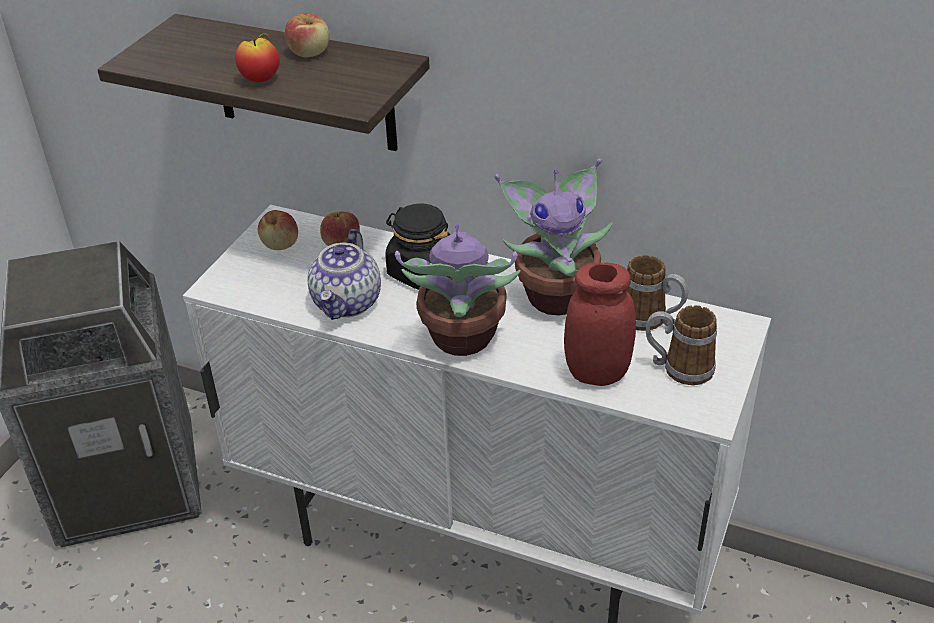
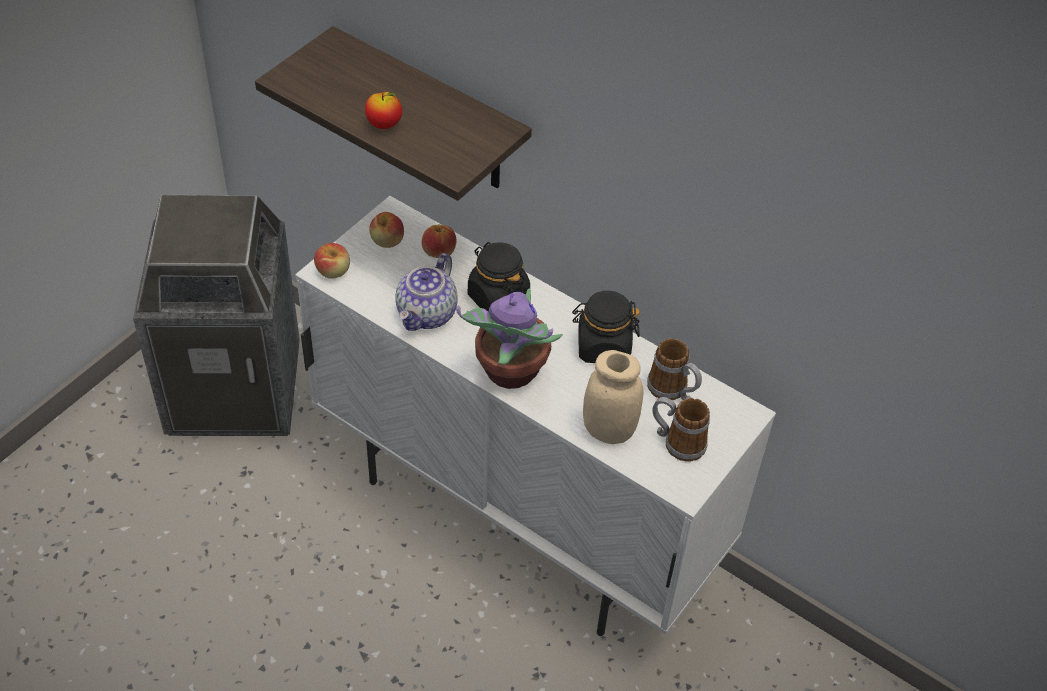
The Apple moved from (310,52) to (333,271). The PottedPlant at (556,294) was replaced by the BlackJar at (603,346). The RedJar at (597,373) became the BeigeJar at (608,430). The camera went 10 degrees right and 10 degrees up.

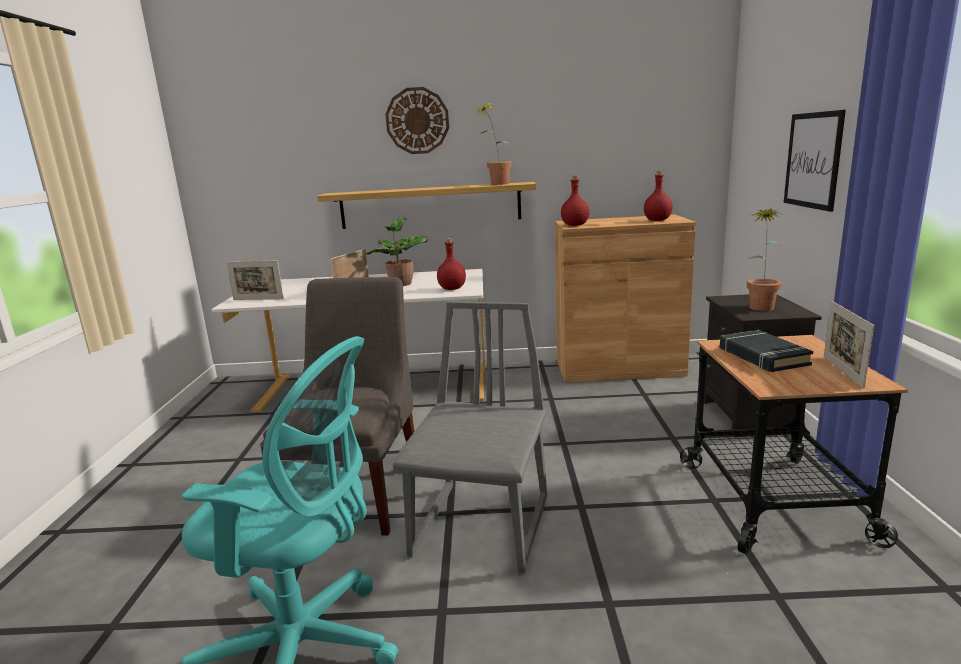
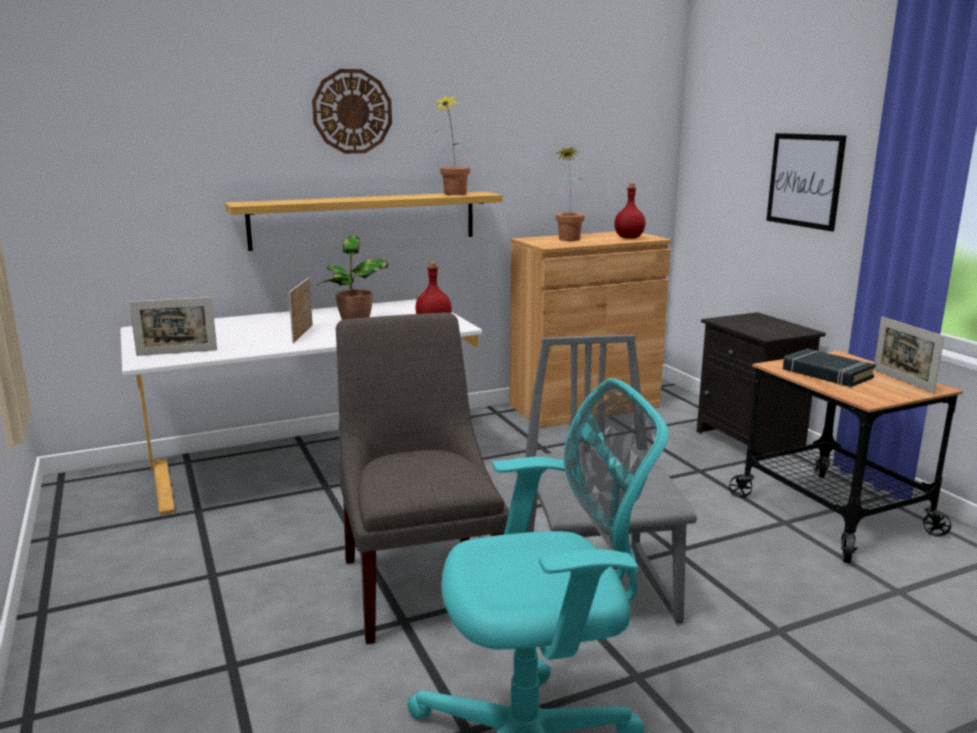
The RedBottle at (575,225) disappeared. The PottedPlant moved from (760,305) to (568,238). The camera went 25 degrees left and 0 degrees up.

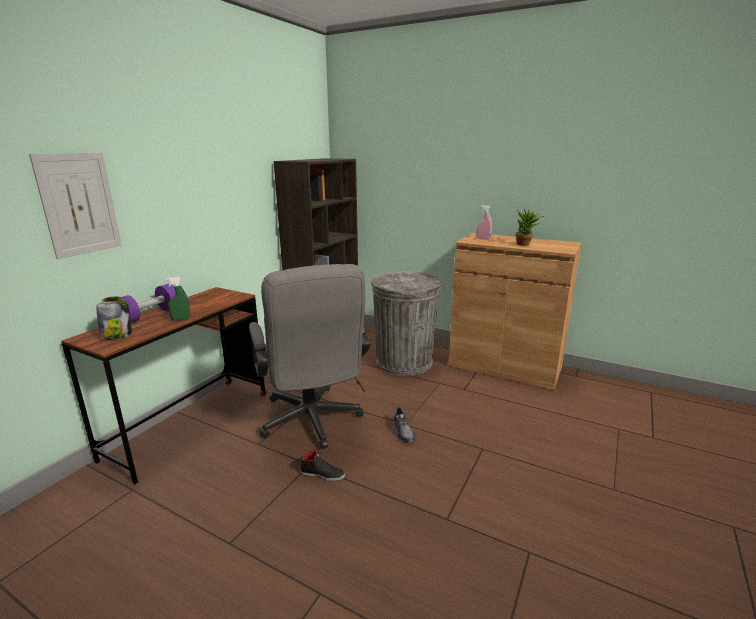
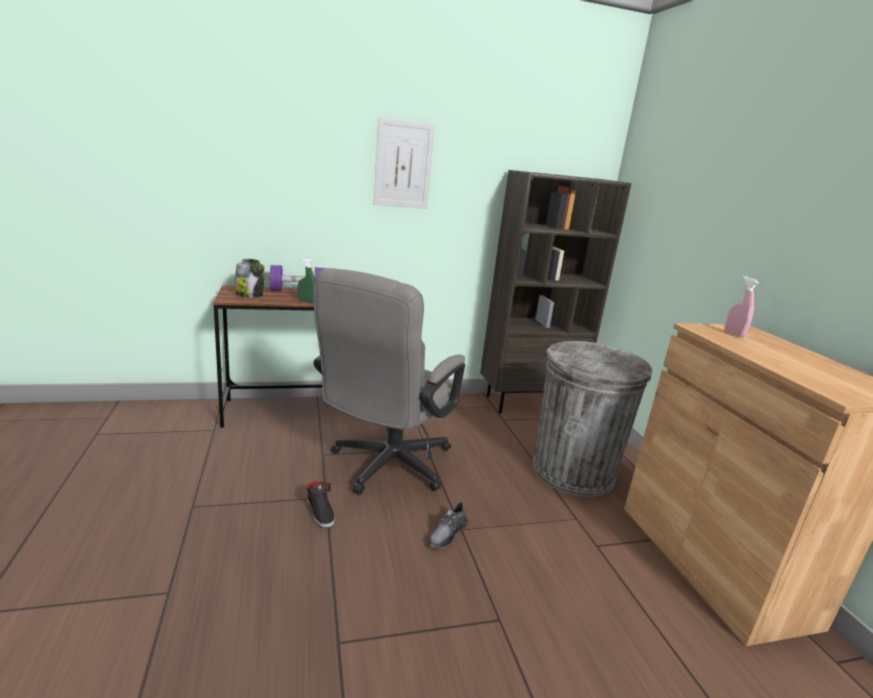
The Picture moved from (79,204) to (403,164). The PottedPlant at (525,244) disappeared. The camera went 45 degrees right and 0 degrees up.

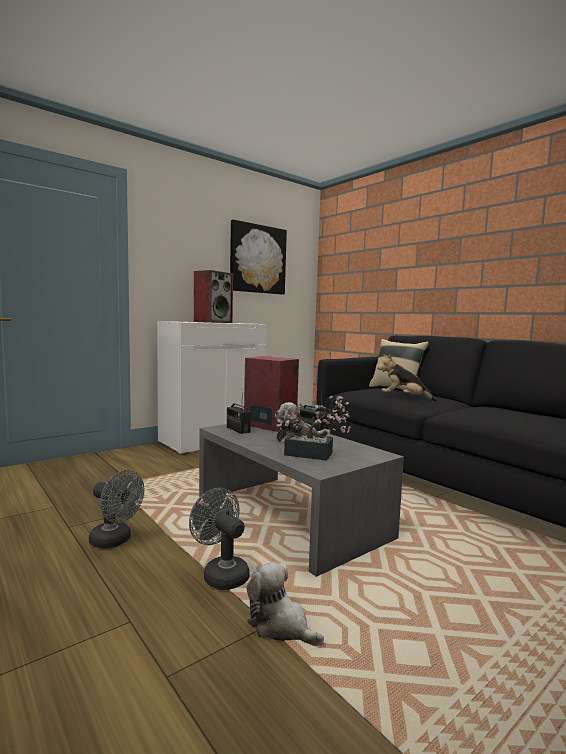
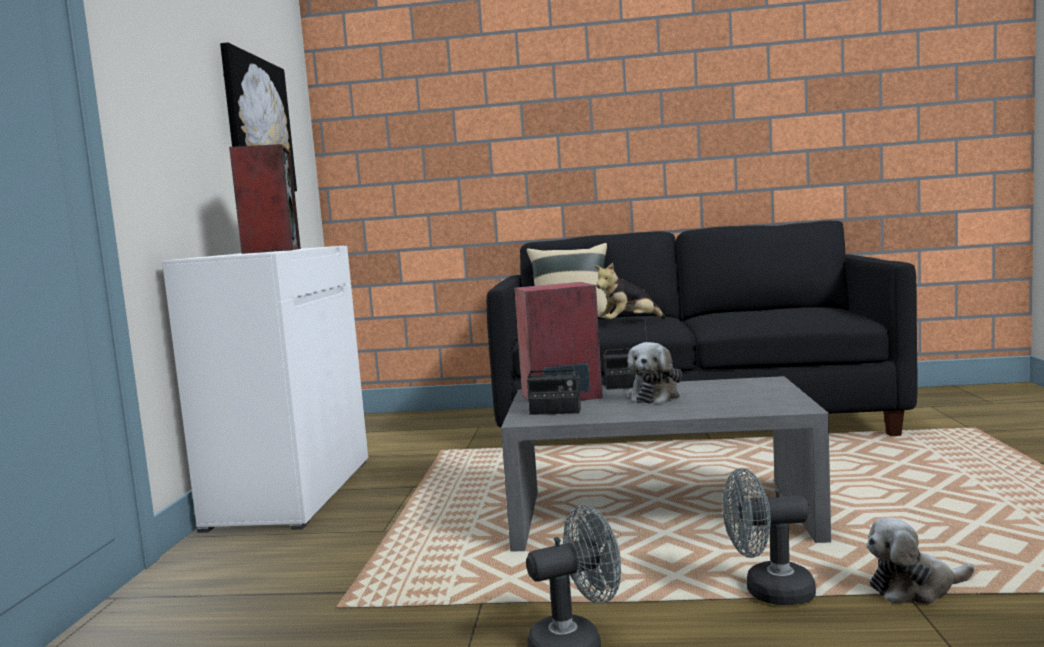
The PottedPlant at (314,454) disappeared. The camera went 45 degrees left and 0 degrees up.

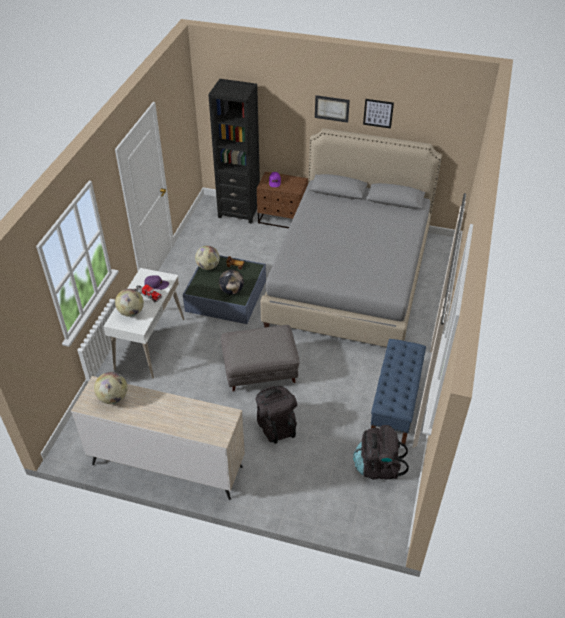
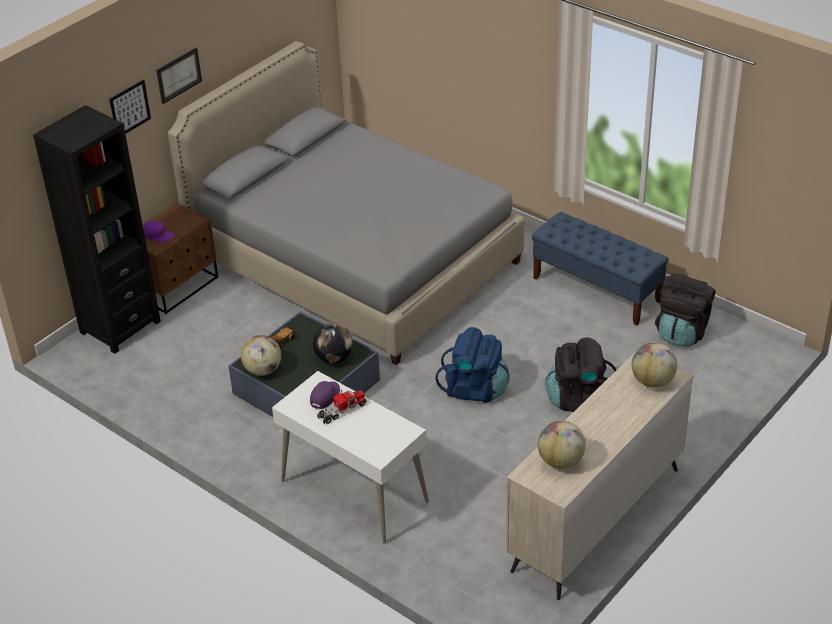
The Globe moved from (131,312) to (652,381). The GreyOttoman at (260,370) was replaced by the BlueBackpack at (475,389). The Picture moved from (378,113) to (129,108). The camera went 65 degrees left and 5 degrees down.

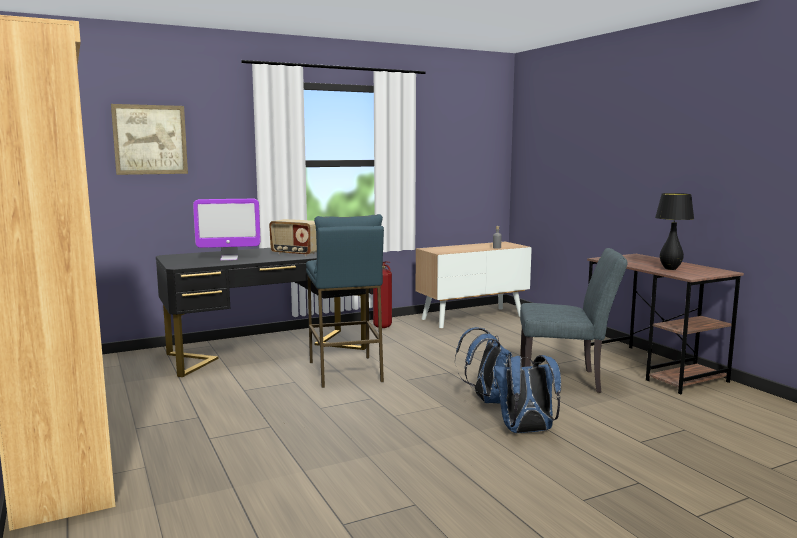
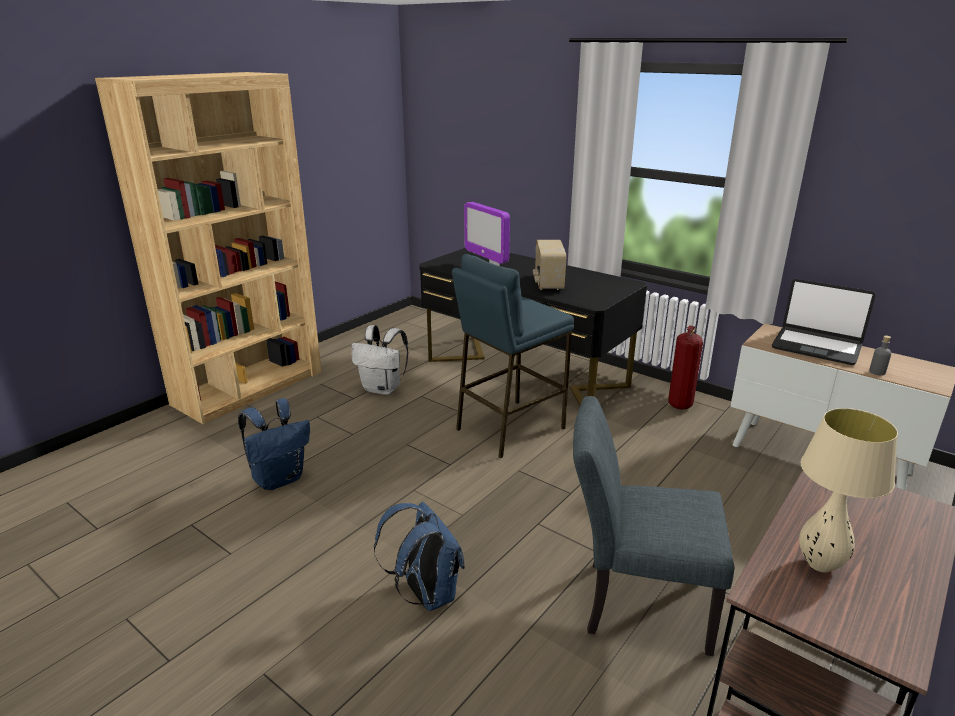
The Picture at (150,139) disappeared. The BlueBackpack moved from (487,400) to (279,478). The GreyChair at (566,380) turned 120 degrees clockwise. The BlackTableLamp at (670,269) became the BeigeTableLamp at (820,565). The WhiteBackpack at (383,389) appeared. The Laptop at (816,347) appeared. The camera went 65 degrees right and 15 degrees up.

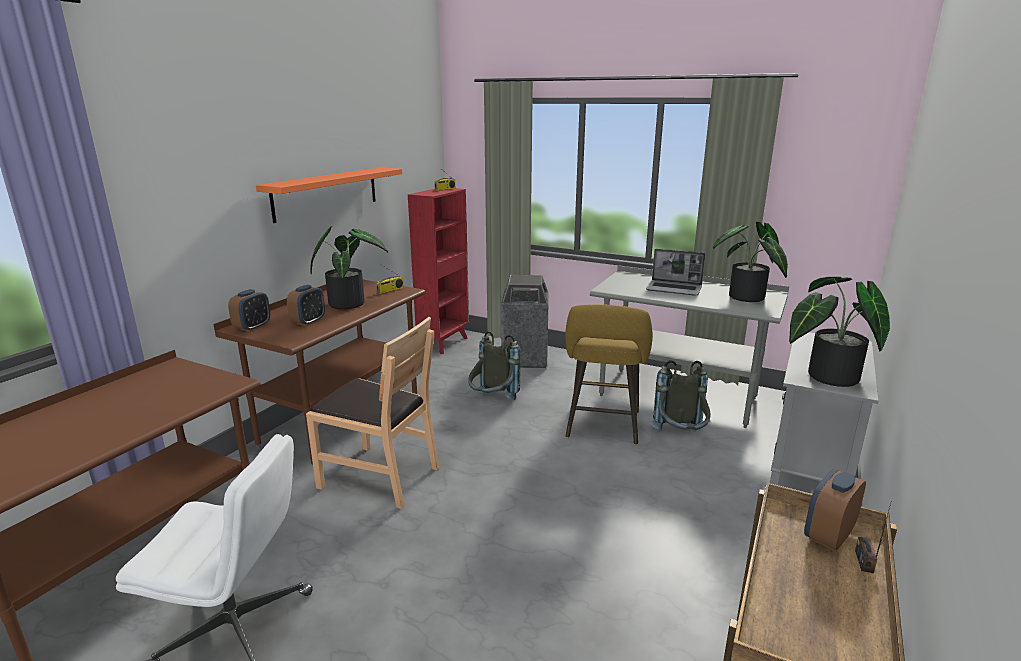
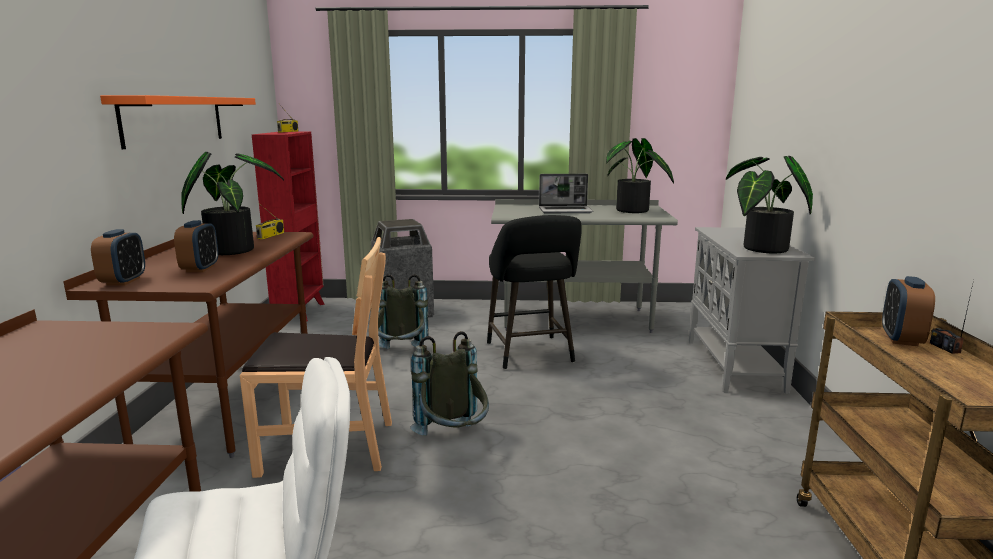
The YellowStool at (602,427) became the BlackStool at (531,355). The GreyBackpack moved from (680,438) to (453,440). The camera went 25 degrees left and 5 degrees down.

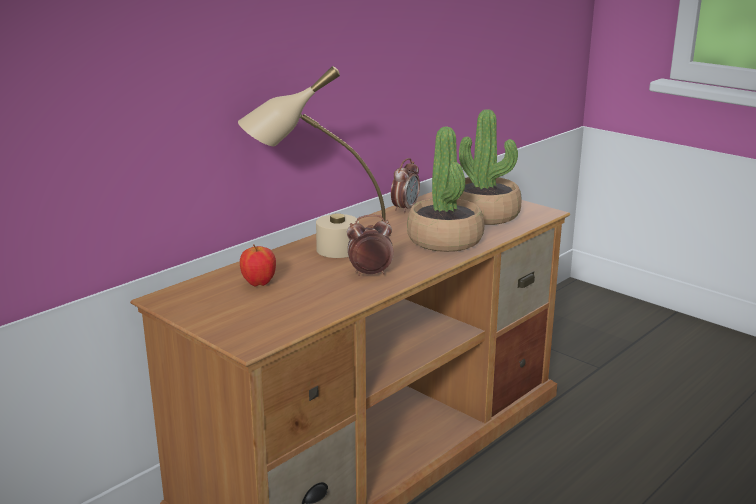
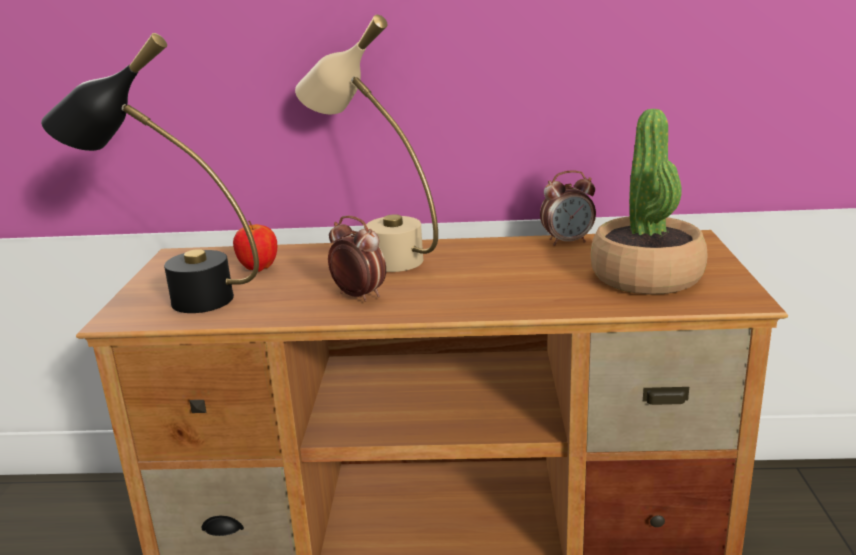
The PottedPlant at (445,240) disappeared. The BlackTableLamp at (175,299) appeared. The camera went 50 degrees right and 0 degrees up.

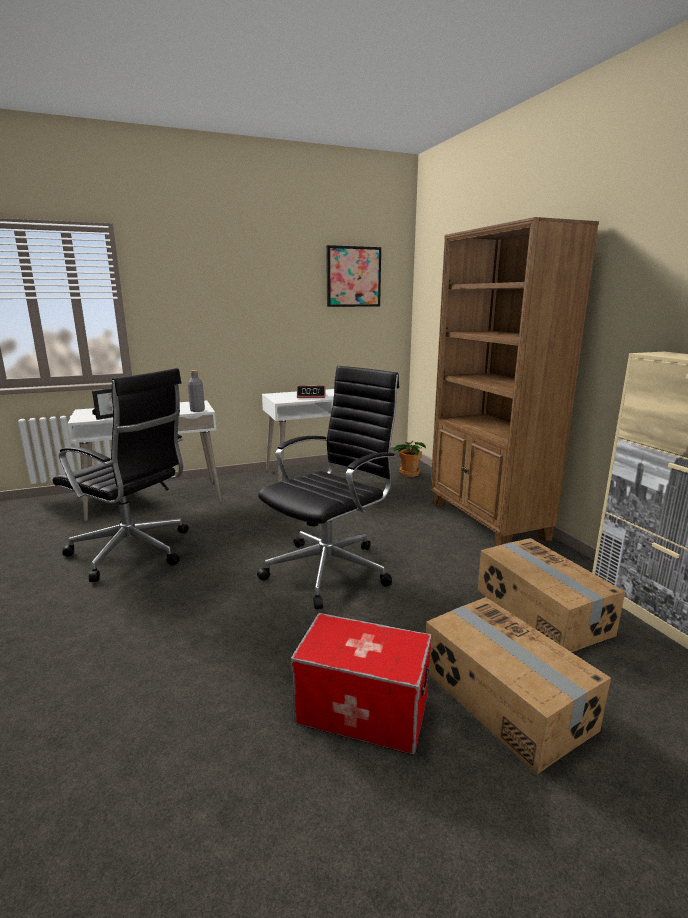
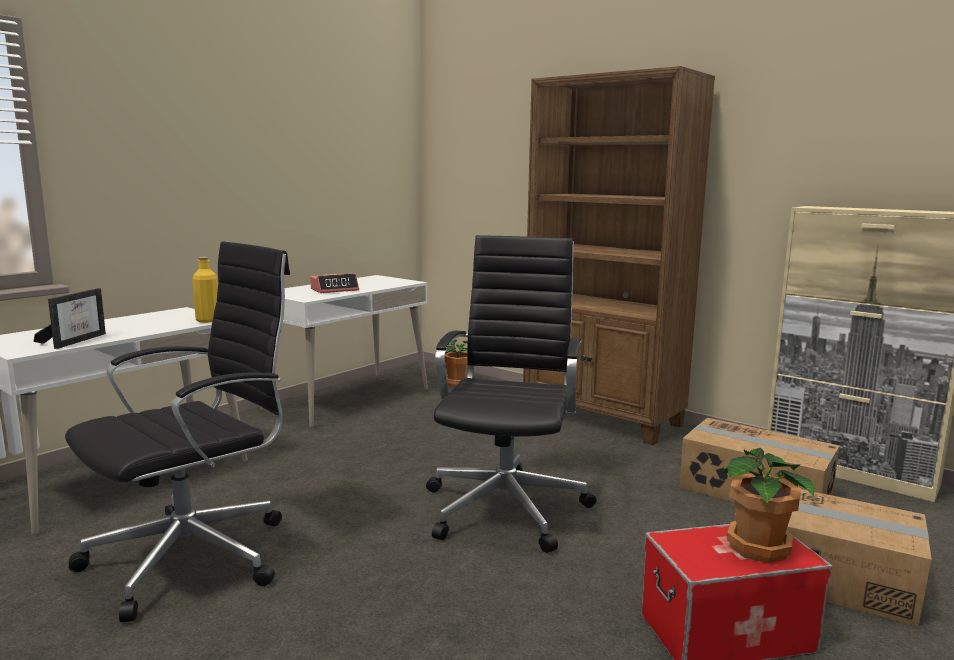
The BlackOfficeChair at (133,552) turned 45 degrees counterclockwise. The GreyBottle at (197,410) became the YellowBottle at (207,320). The Picture at (353,277) disappeared. The PottedPlant at (761,548) appeared. The camera went 30 degrees left and 5 degrees down.

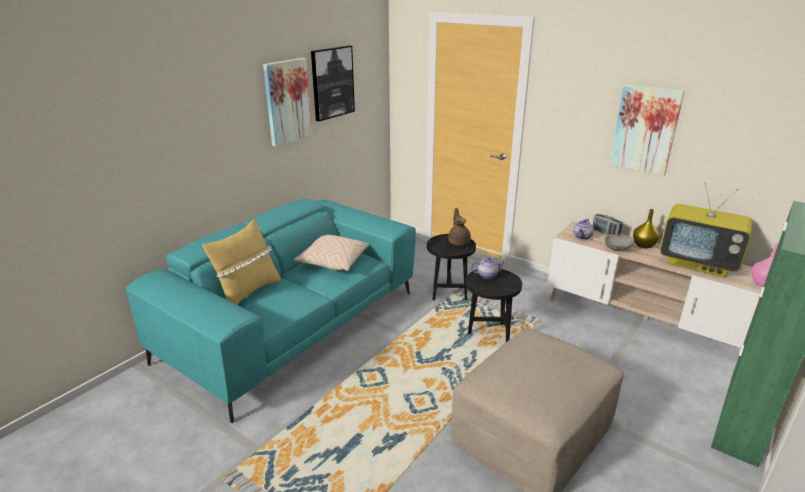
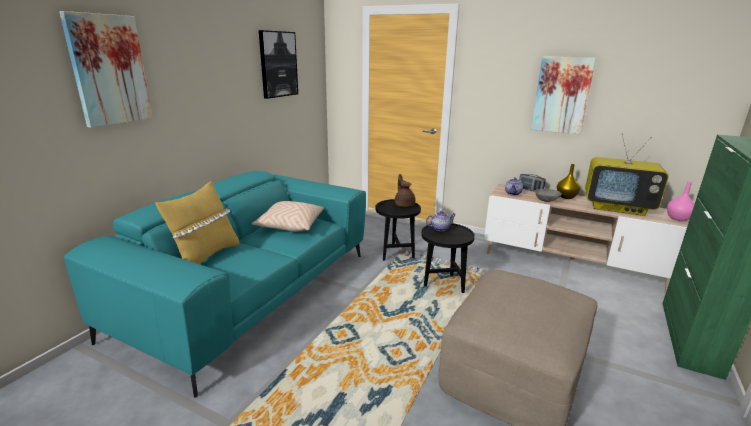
The Picture moved from (287,101) to (109,70). The camera went 10 degrees left and 5 degrees down.

